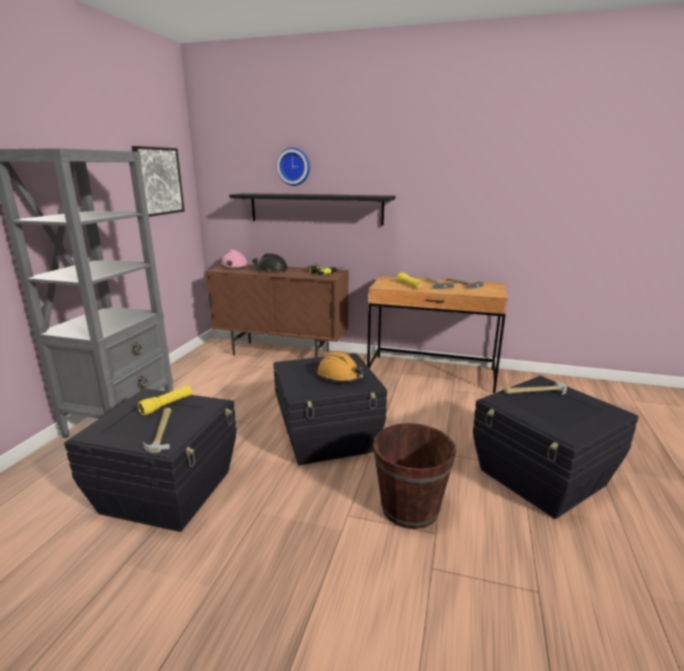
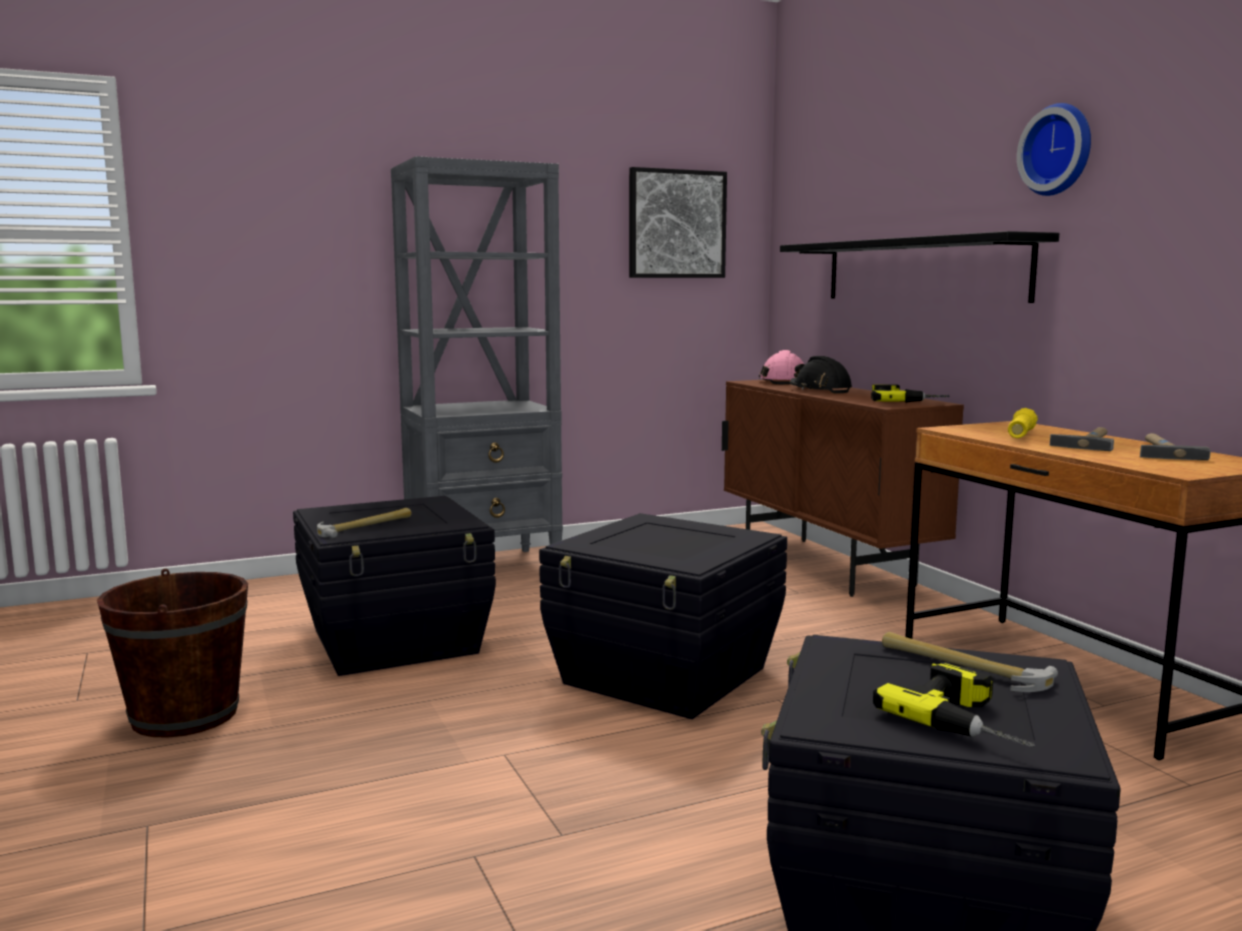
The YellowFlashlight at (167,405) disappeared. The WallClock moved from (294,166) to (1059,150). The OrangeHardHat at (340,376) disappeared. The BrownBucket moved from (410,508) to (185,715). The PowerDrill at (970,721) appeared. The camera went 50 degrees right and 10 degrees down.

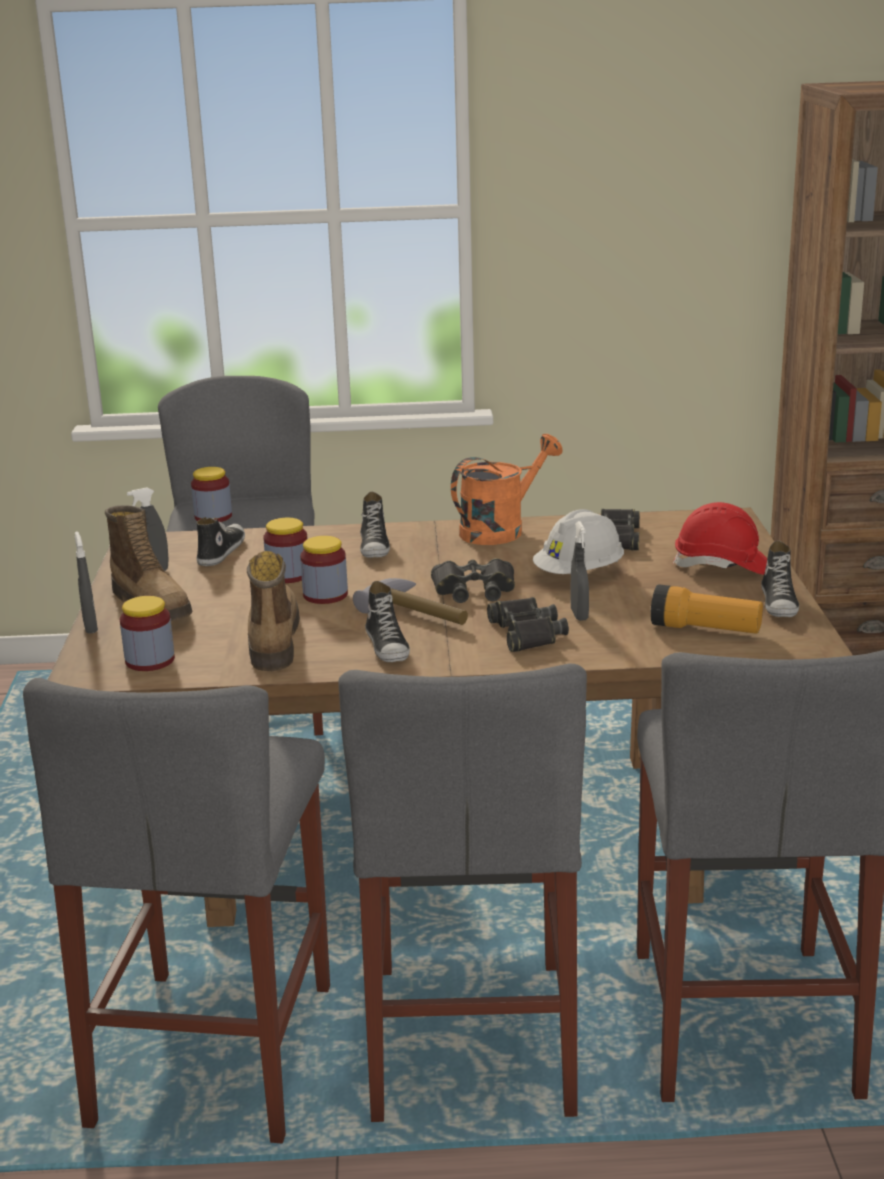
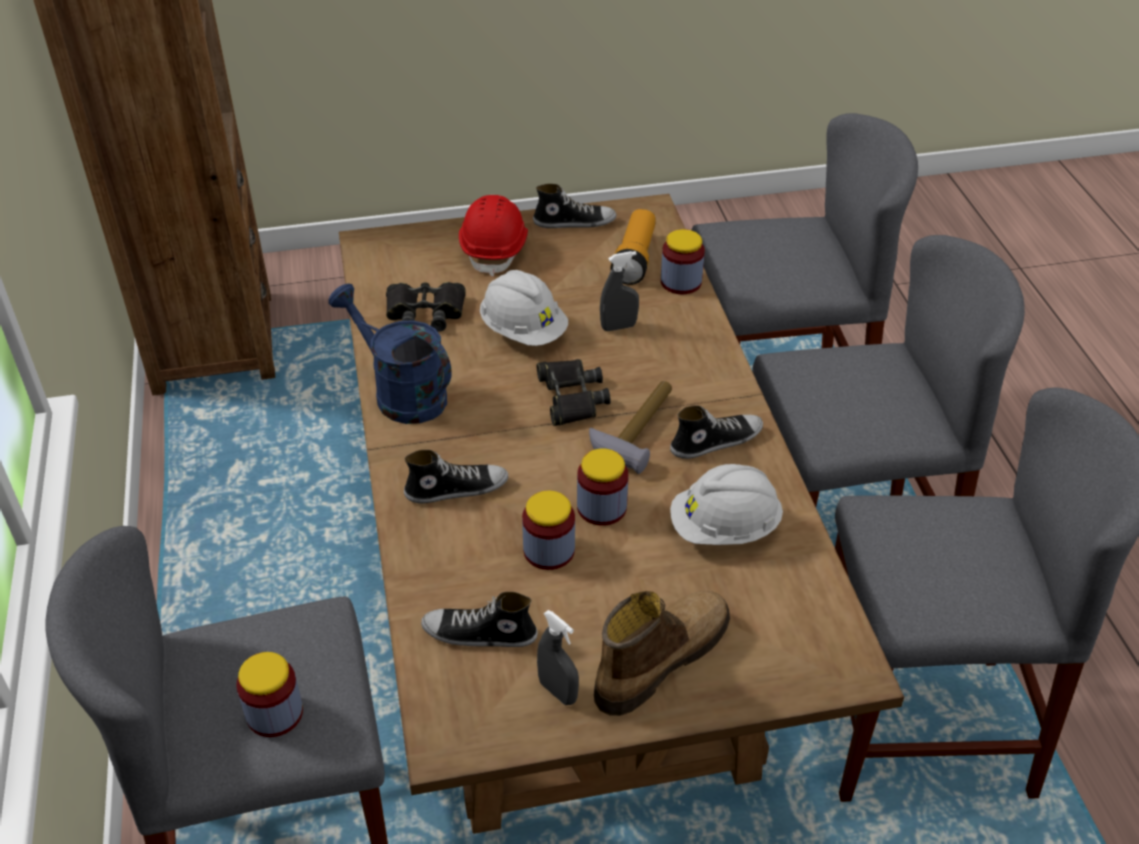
The GreySprayBottle at (90,627) disappeared. The Jar moved from (150,660) to (681,282). The Boot at (272,640) was replaced by the WhiteHardHat at (724,528). The OrangeWateringCan at (500,529) became the BlueWateringCan at (401,393). The BlackBinoculars at (526,633) disappeared. The camera went 100 degrees left and 20 degrees up.

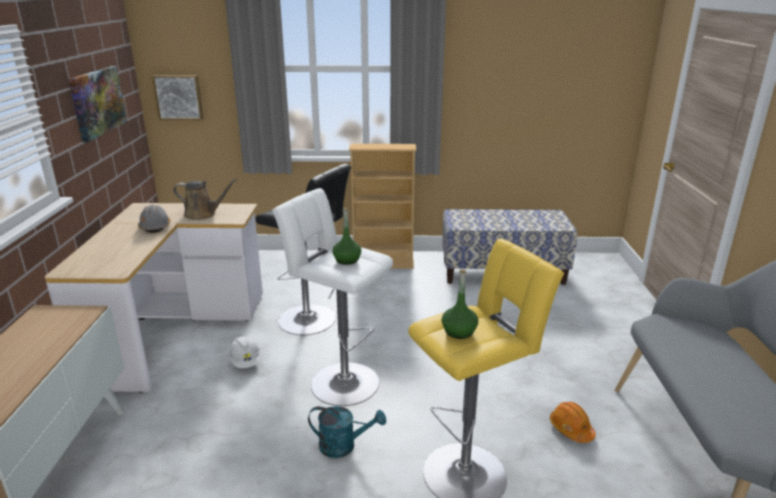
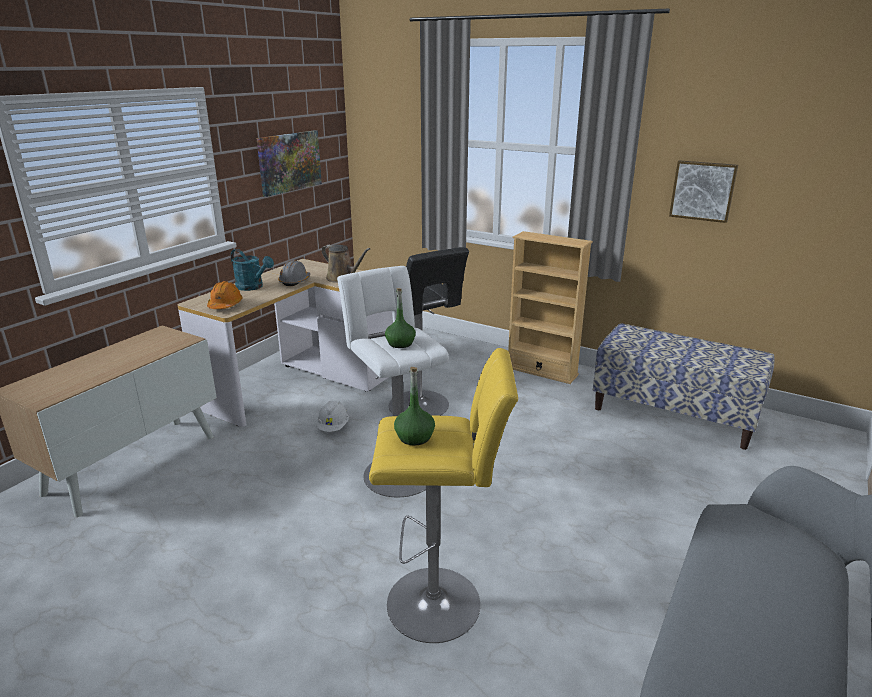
The Picture moved from (179,97) to (703,190). The TurquoiseWateringCan moved from (344,446) to (253,287). The OrangeHardHat moved from (571,429) to (225,305). The camera went 30 degrees right and 0 degrees up.

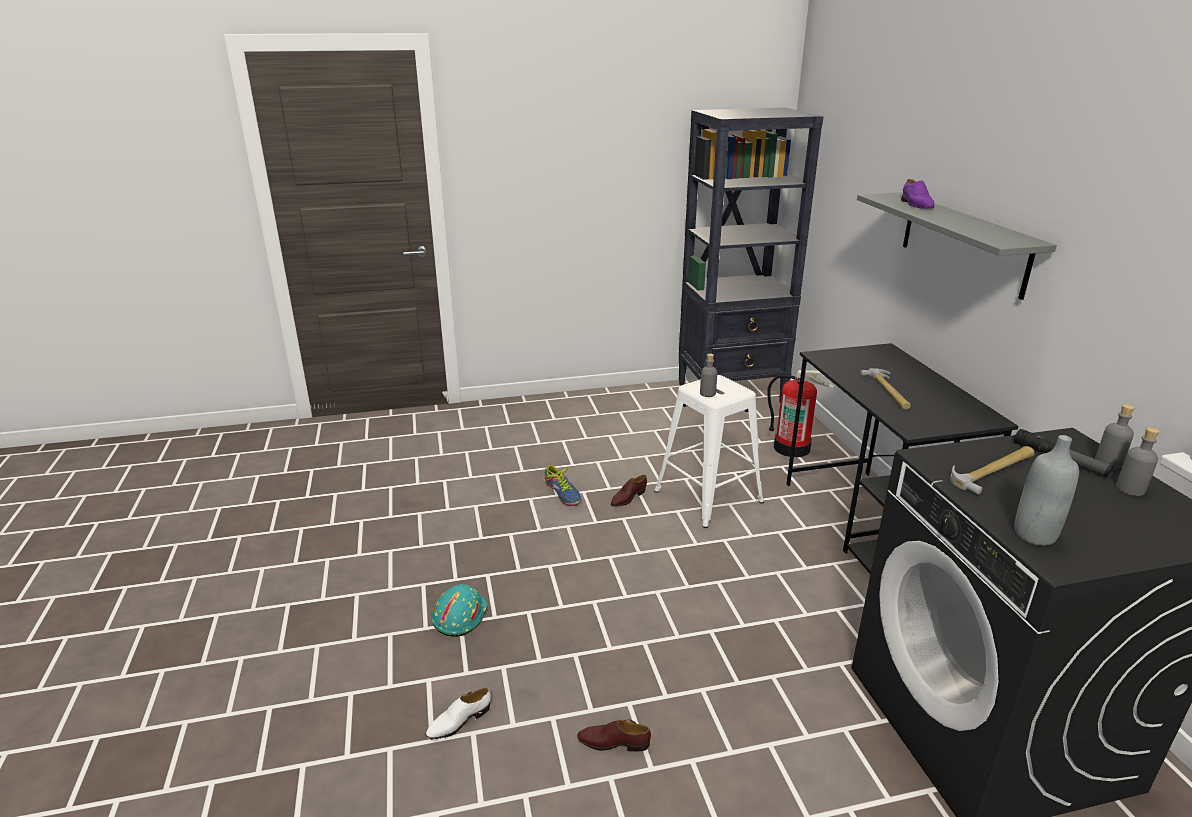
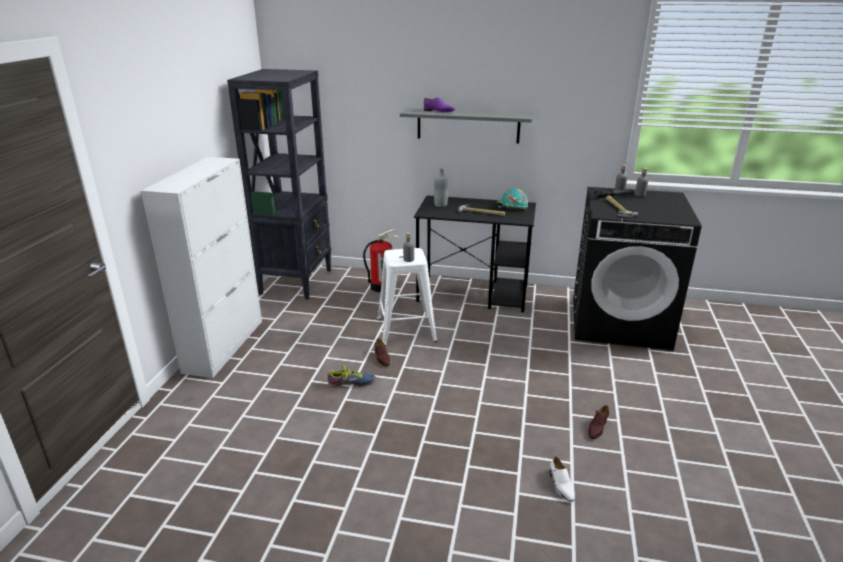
The TurquoiseHardHat moved from (459,616) to (511,207). The GreyBottle moved from (1034,535) to (440,205). The WhiteCabinet at (224,345) appeared. The camera went 65 degrees left and 0 degrees up.

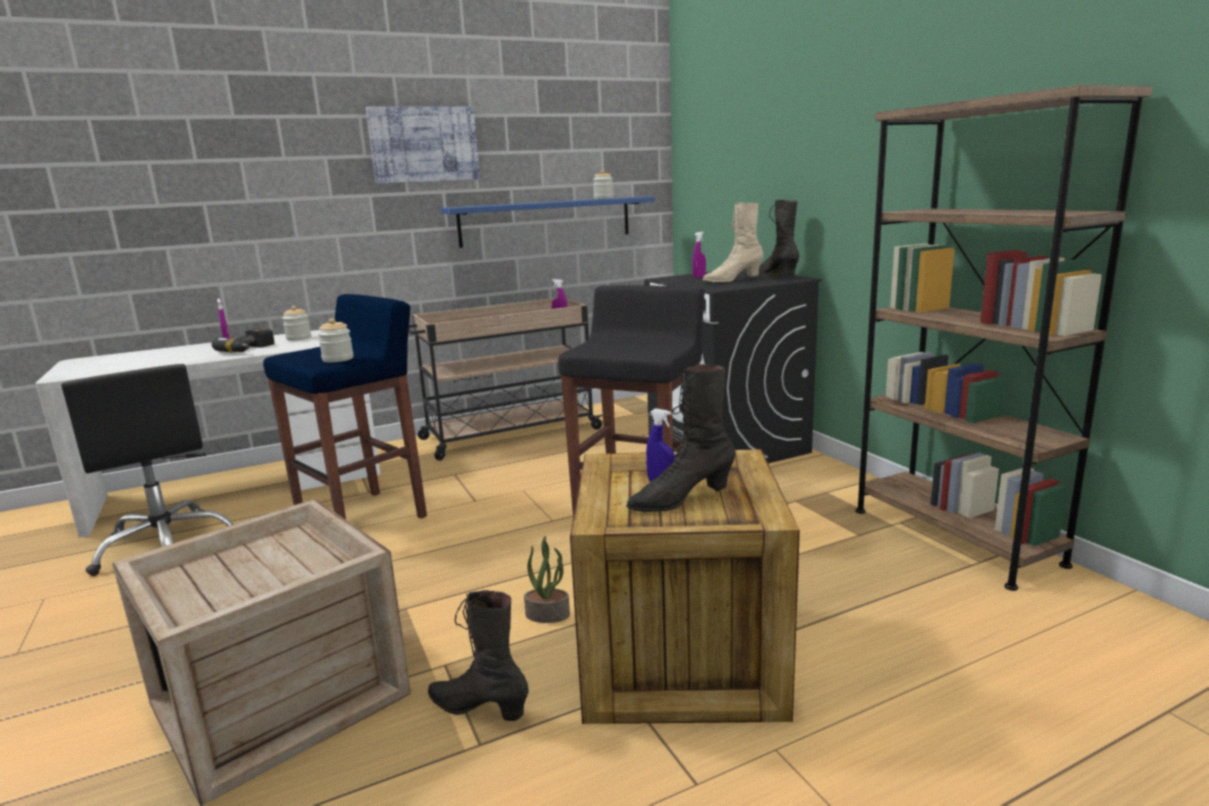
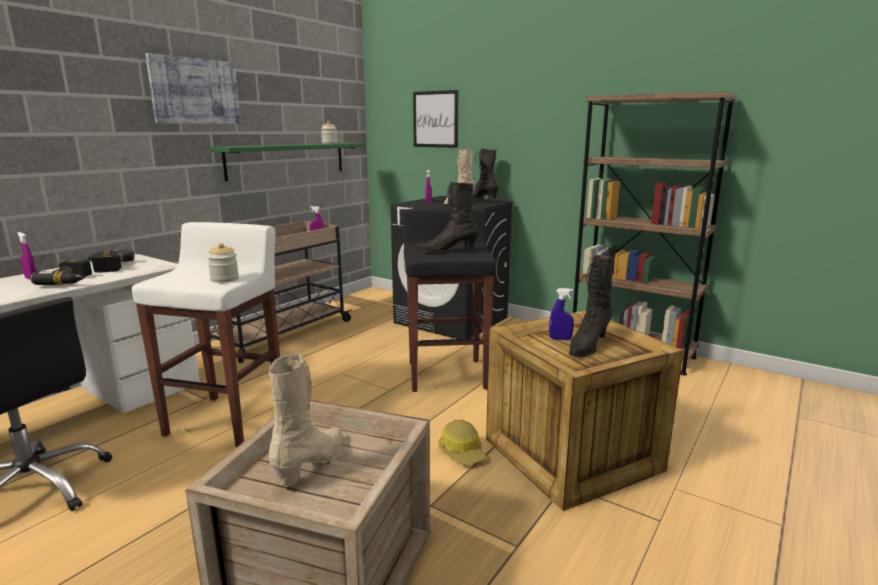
The BlueStool at (364,518) became the WhiteStool at (227,420). The Jar at (298,338) was replaced by the PowerDrill at (106,267). The BlackBoot moved from (479,708) to (447,251). The BlueShelf at (546,221) became the GreenShelf at (287,160). The PottedPlant at (548,614) was replaced by the HardHat at (462,452). The BeigeBoot at (312,464) appeared. The Picture at (435,119) appeared. The camera went 30 degrees left and 0 degrees up.

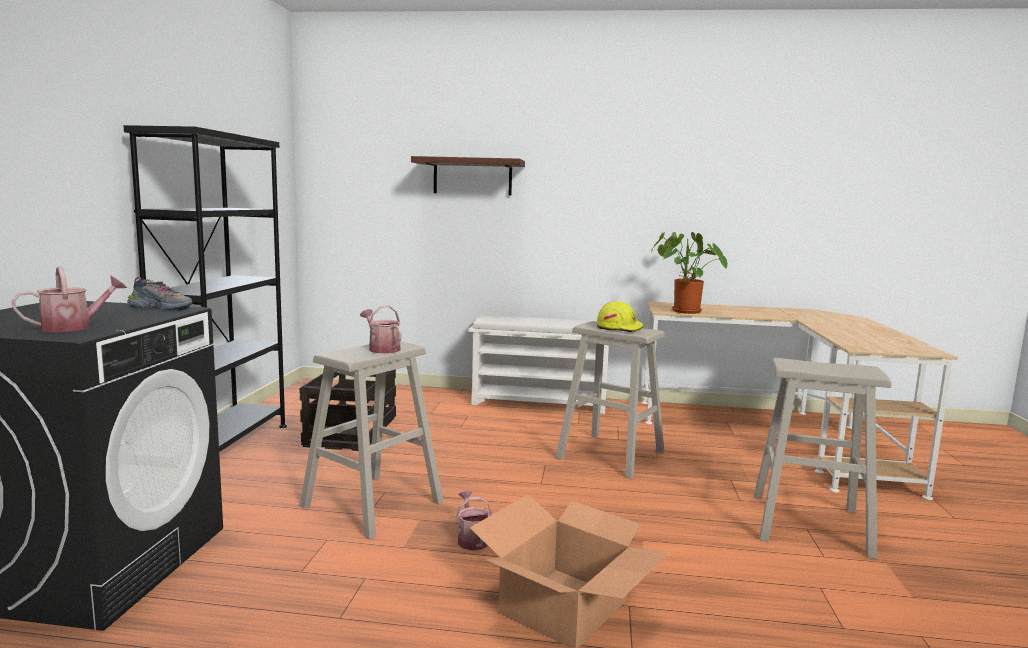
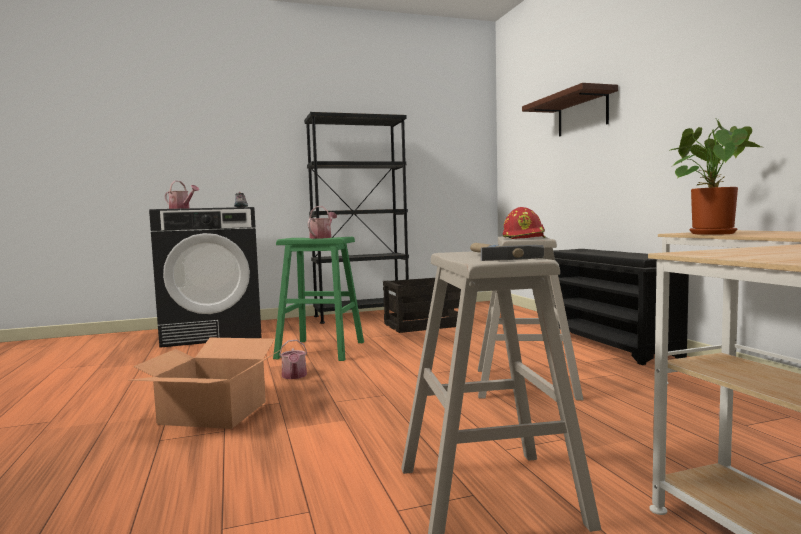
The BeigeStool at (372,504) became the GreenStool at (321,350). The WateringCan at (472,539) turned 120 degrees clockwise. The WhiteShoeRack at (541,402) became the BlackShoeRack at (610,344). The YellowHardHat at (619,328) became the RedHardHat at (524,237). The Hammer at (492,256) appeared. The camera went 65 degrees right and 5 degrees down.

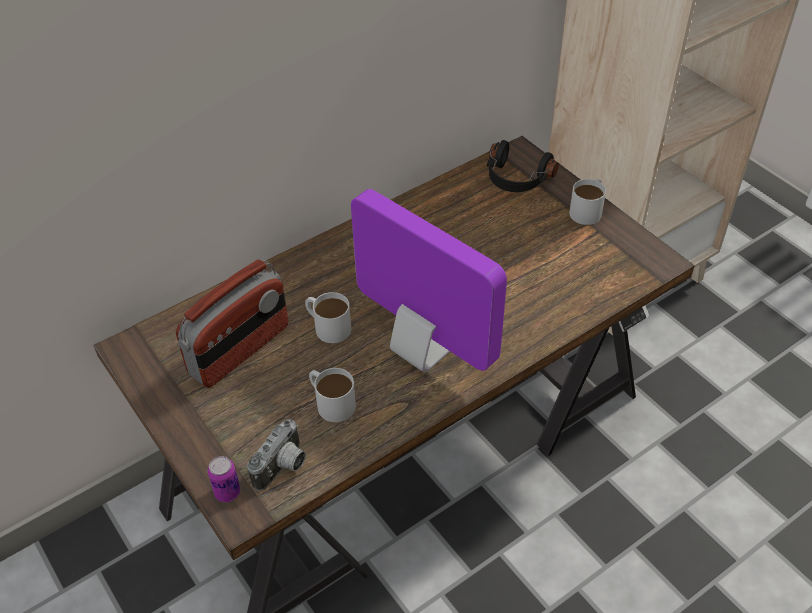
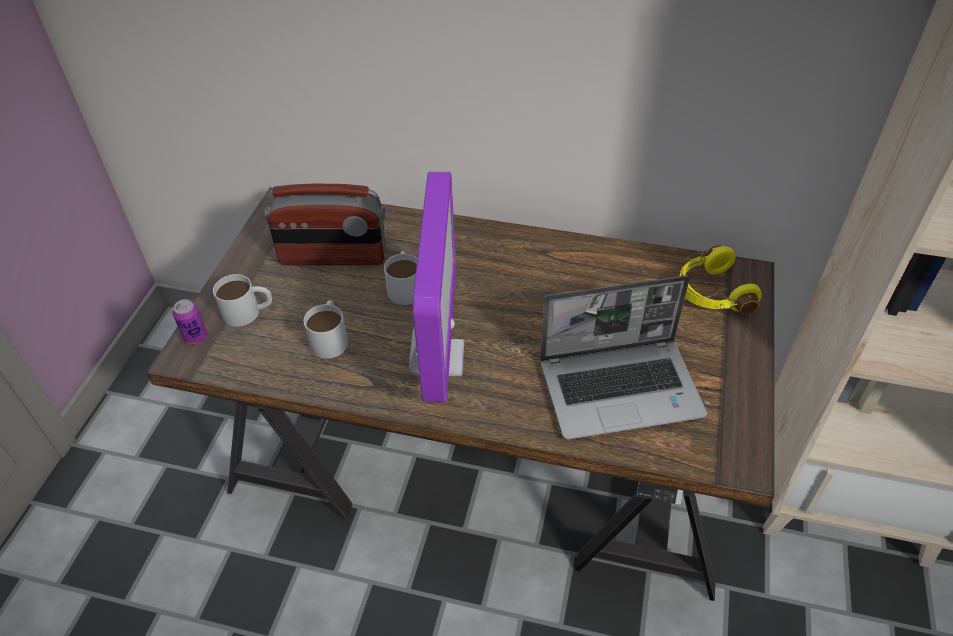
The PhotoCamera at (283,468) disappeared. The BlackHeadphones at (516,179) became the YellowHeadphones at (711,293). The WhiteMug moved from (588,209) to (248,312). The Laptop at (621,388) appeared. The camera went 50 degrees right and 0 degrees up.

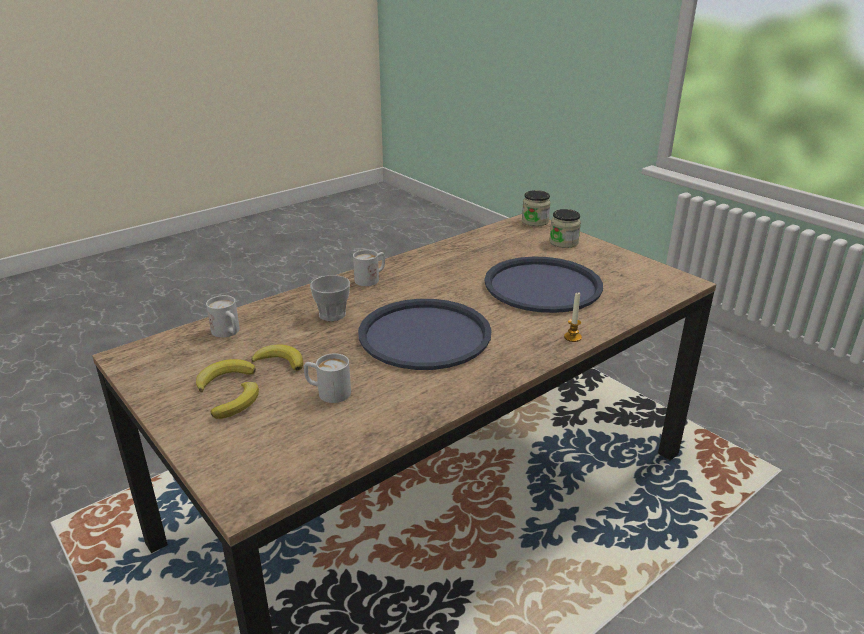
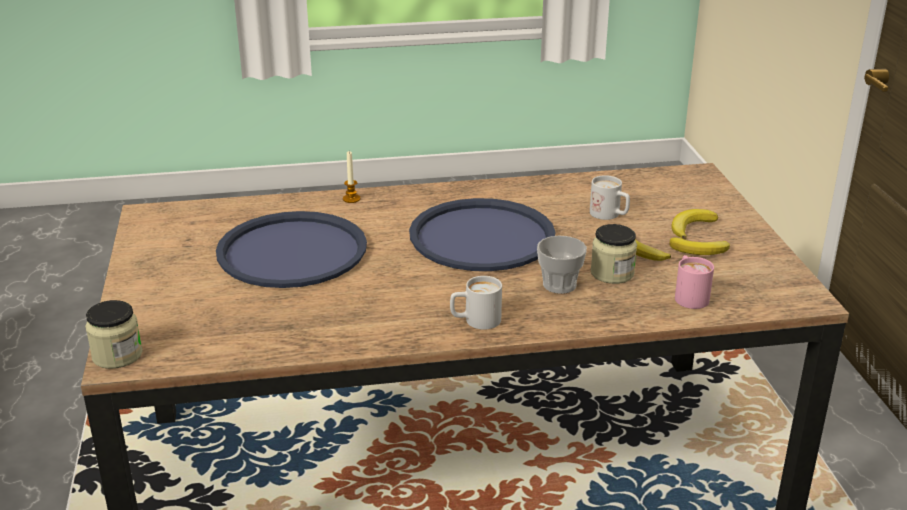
The WhiteMug at (228,333) became the PinkMug at (689,295). The Jar moved from (563,242) to (612,273). The camera went 150 degrees left and 0 degrees up.

